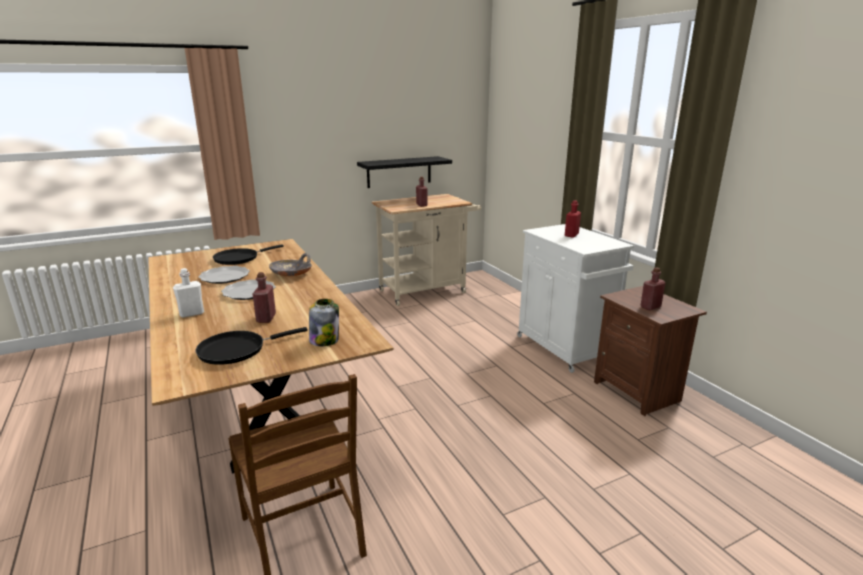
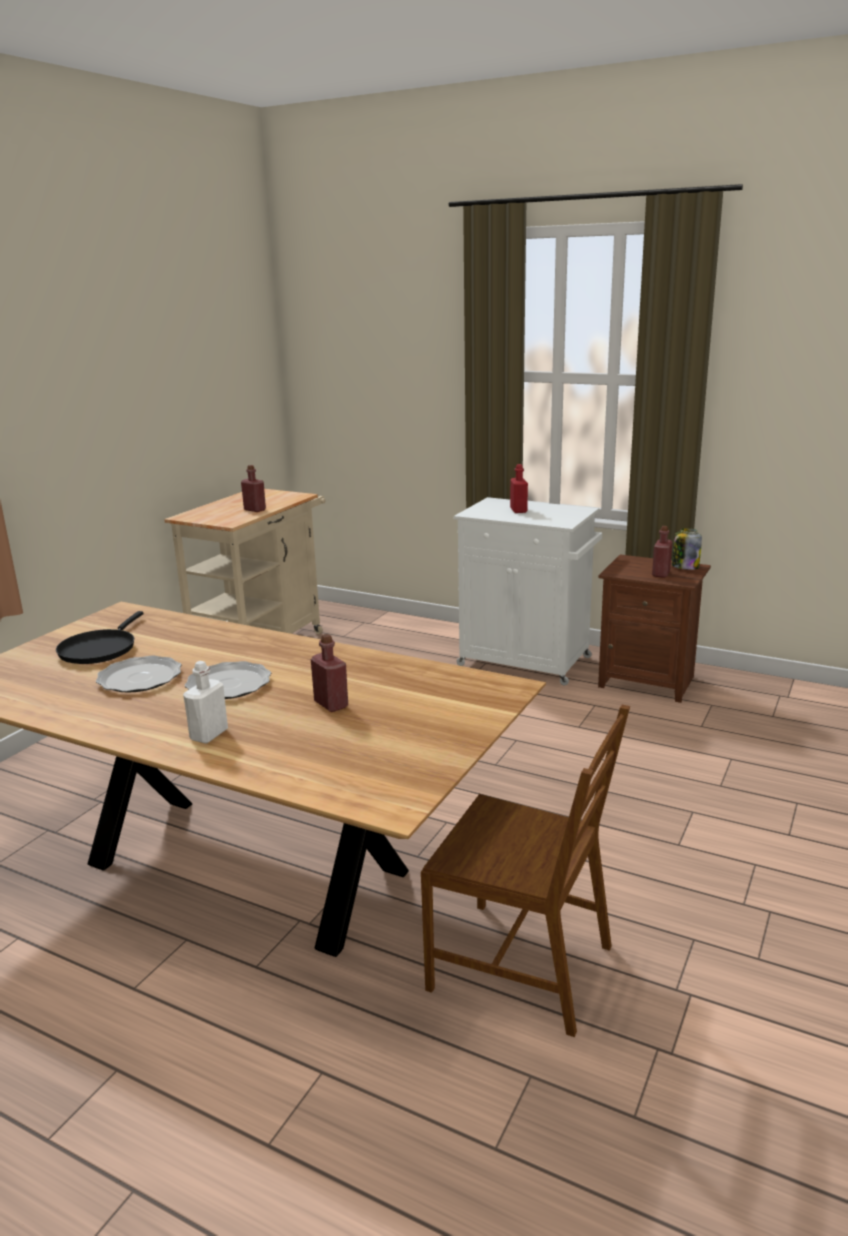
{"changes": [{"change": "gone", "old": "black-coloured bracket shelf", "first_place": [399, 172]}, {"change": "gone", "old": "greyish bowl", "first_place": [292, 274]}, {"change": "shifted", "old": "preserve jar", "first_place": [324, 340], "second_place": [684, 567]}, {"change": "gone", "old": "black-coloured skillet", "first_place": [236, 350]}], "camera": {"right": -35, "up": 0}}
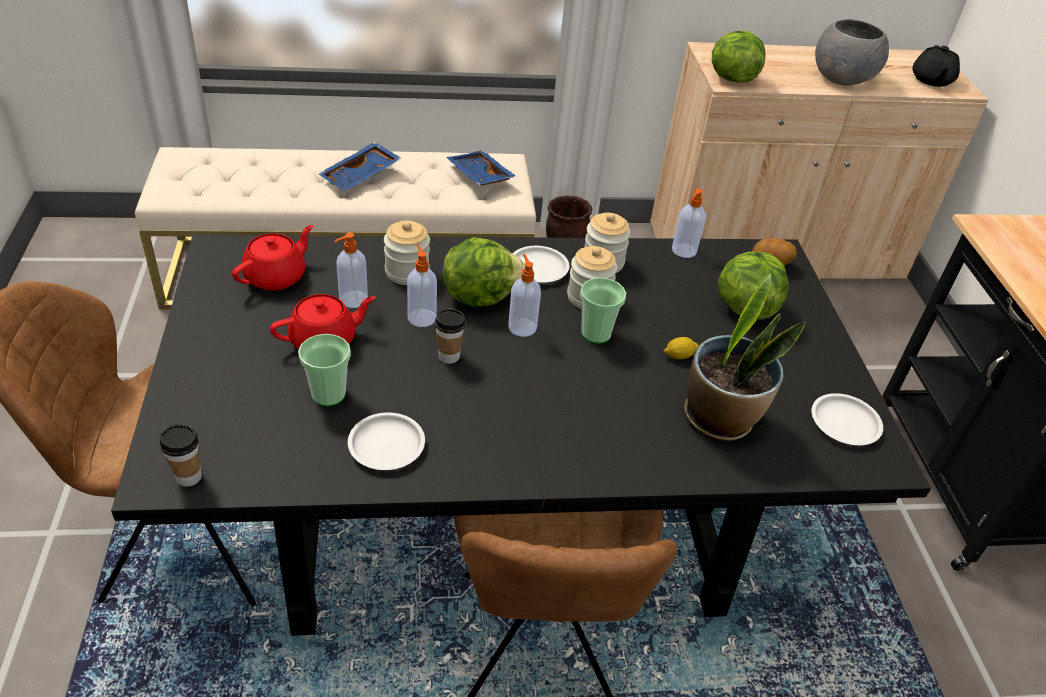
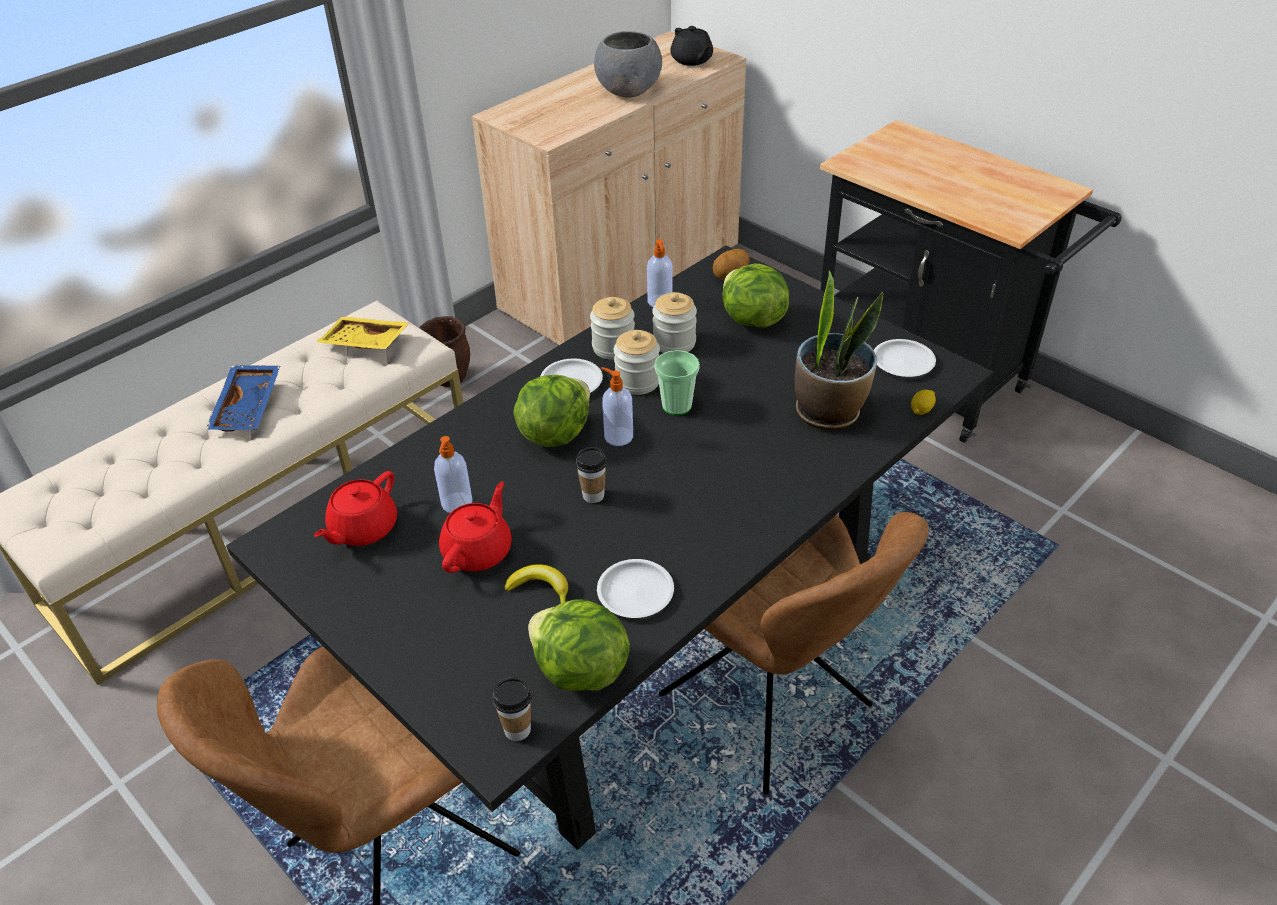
{"changes": [{"change": "shifted", "old": "lettuce", "first_place": [731, 78], "second_place": [580, 671]}, {"change": "repainted", "old": "blue serving tray", "new": "yellowish serving tray", "first_place": [478, 176], "second_place": [364, 343]}, {"change": "shifted", "old": "preserve jar", "first_place": [407, 272], "second_place": [674, 343]}, {"change": "rotated", "old": "reddish teapot", "first_place": [276, 277], "second_place": [362, 529], "degrees": -150}, {"change": "gone", "old": "liquid soap bottle", "first_place": [421, 317]}, {"change": "swapped", "old": "drinking cup", "new": "banana", "first_place": [328, 394], "second_place": [540, 589]}, {"change": "shifted", "old": "citrus fruit", "first_place": [679, 356], "second_place": [921, 410]}], "camera": {"right": -35, "up": 0}}
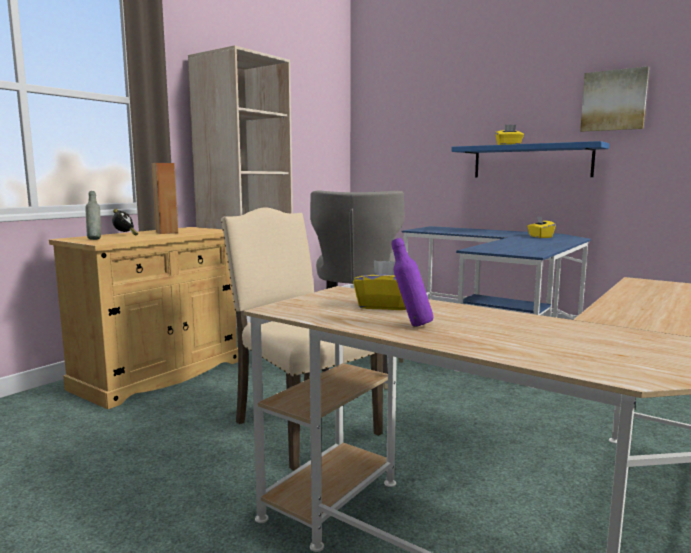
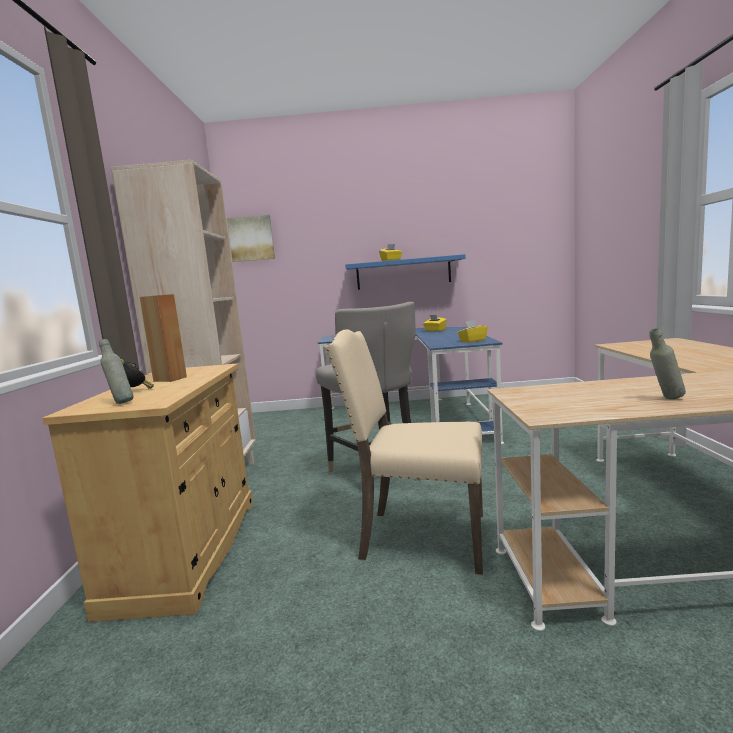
{"changes": [{"change": "shifted", "old": "wall picture", "first_place": [614, 100], "second_place": [251, 238]}, {"change": "repainted", "old": "purplish drink bottle", "new": "greyish drink bottle", "first_place": [411, 325], "second_place": [665, 399]}, {"change": "shifted", "old": "yellowish box of tissues", "first_place": [384, 306], "second_place": [472, 341]}], "camera": {"right": -35, "up": 0}}
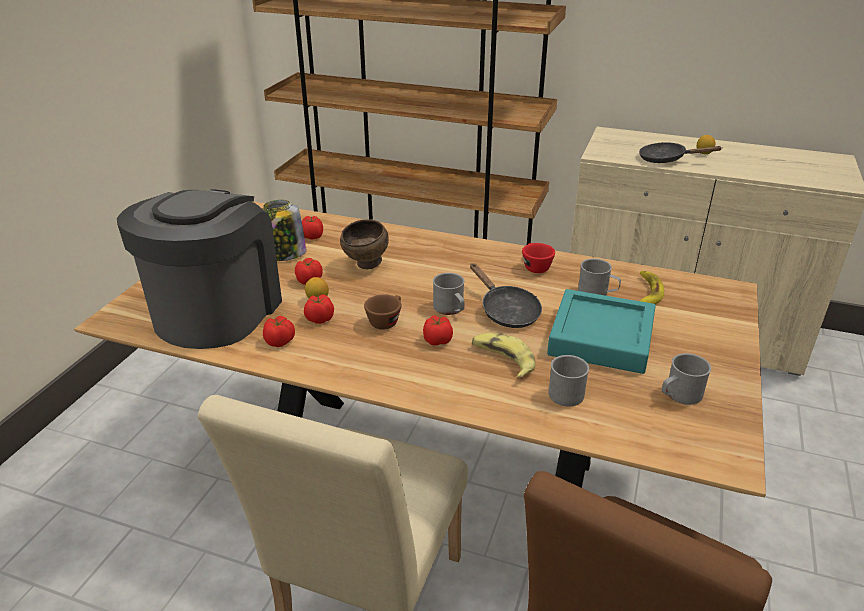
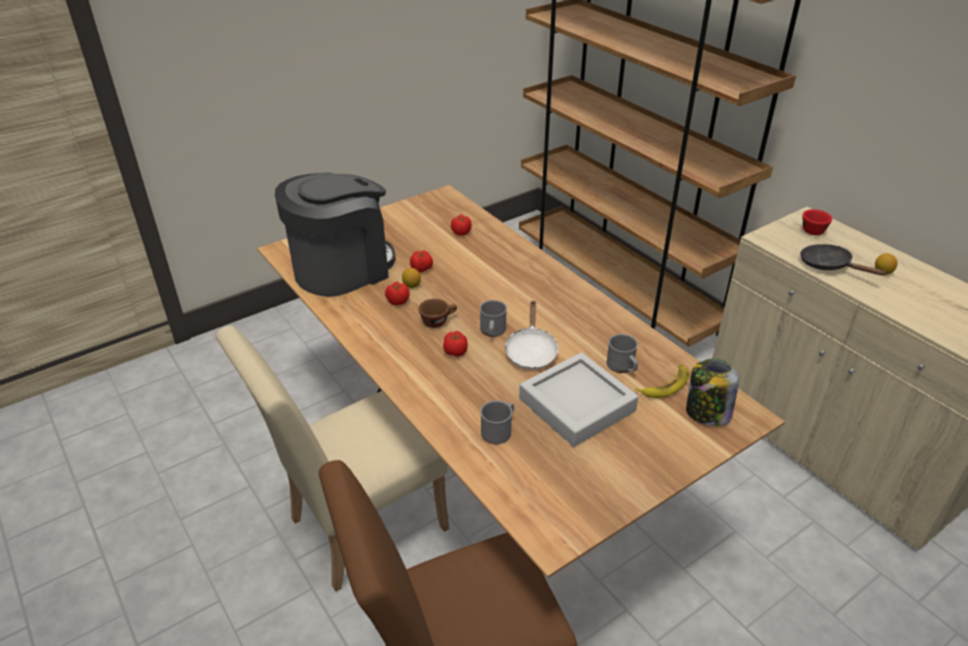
{"changes": [{"change": "shifted", "old": "preserve jar", "first_place": [284, 254], "second_place": [707, 413]}, {"change": "gone", "old": "brown-coloured bowl", "first_place": [366, 265]}, {"change": "shifted", "old": "reddish drinking cup", "first_place": [535, 266], "second_place": [812, 229]}, {"change": "repainted", "old": "black-coloured skillet", "new": "whitish skillet", "first_place": [506, 311], "second_place": [531, 351]}, {"change": "repainted", "old": "blue-green serving tray", "new": "greyish serving tray", "first_place": [601, 338], "second_place": [577, 404]}, {"change": "gone", "old": "fresh tomato", "first_place": [280, 341]}, {"change": "gone", "old": "banana", "first_place": [502, 360]}, {"change": "gone", "old": "greyish tea mug", "first_place": [679, 395]}], "camera": {"right": 35, "up": 5}}
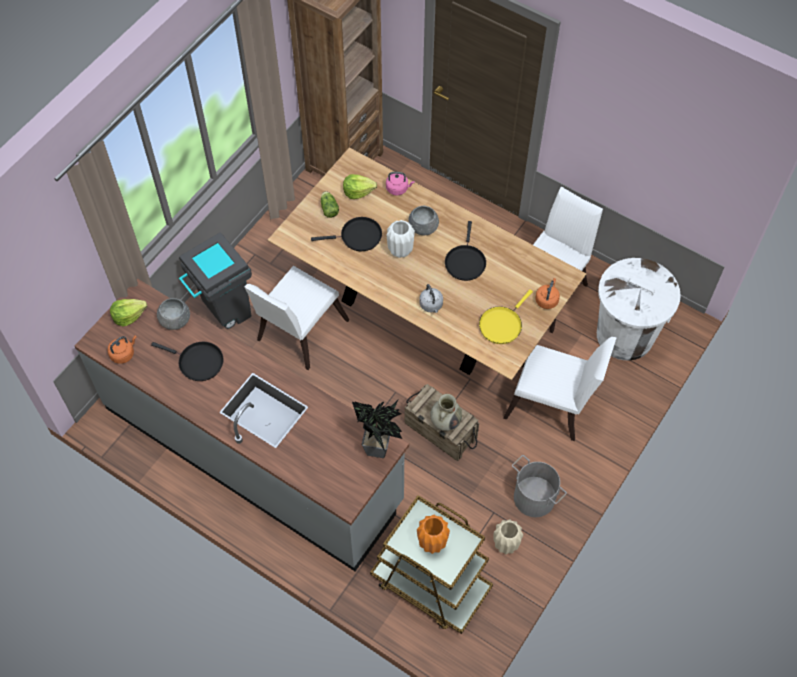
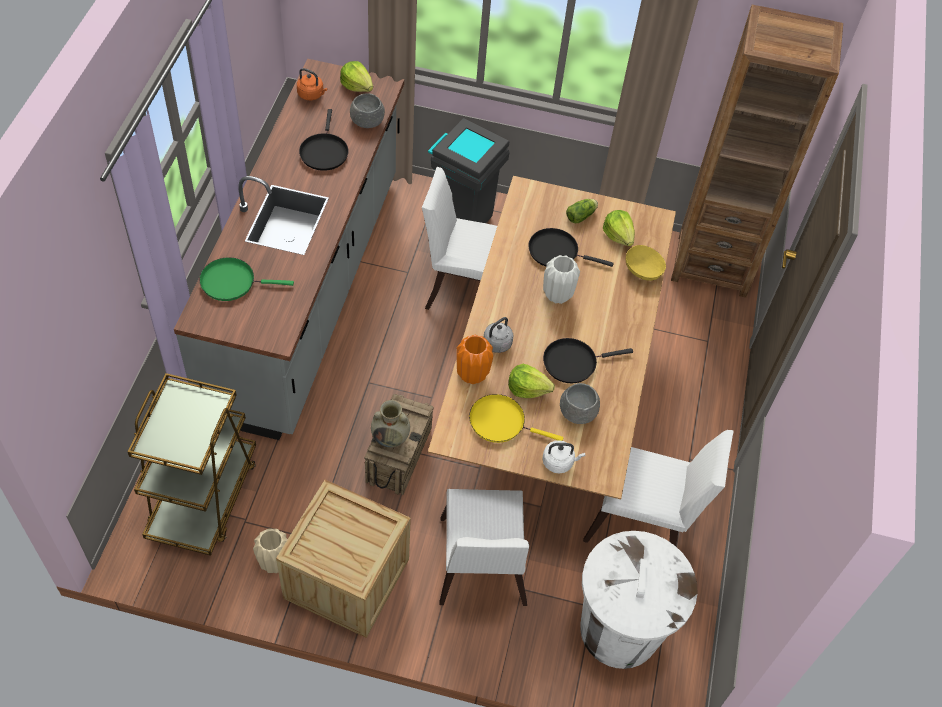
{"changes": [{"change": "swapped", "old": "pink-coloured tea kettle", "new": "yellowish bowl", "first_place": [398, 188], "second_place": [643, 271]}, {"change": "shifted", "old": "greyish bowl", "first_place": [423, 227], "second_place": [577, 412]}, {"change": "rotated", "old": "black-coloured skillet", "first_place": [358, 236], "second_place": [556, 251], "degrees": 135}, {"change": "repainted", "old": "orange-coloured tea kettle", "new": "whitish tea kettle", "first_place": [547, 299], "second_place": [559, 462]}, {"change": "gone", "old": "plant in a pot", "first_place": [380, 451]}, {"change": "swapped", "old": "greyish water bucket", "new": "shipping crate", "first_place": [534, 497], "second_place": [346, 578]}, {"change": "shifted", "old": "orange-coloured vase", "first_place": [432, 543], "second_place": [472, 375]}, {"change": "new", "new": "green skillet", "second_place": [232, 282]}, {"change": "new", "new": "lettuce", "second_place": [527, 388]}], "camera": {"right": 65, "up": -5}}
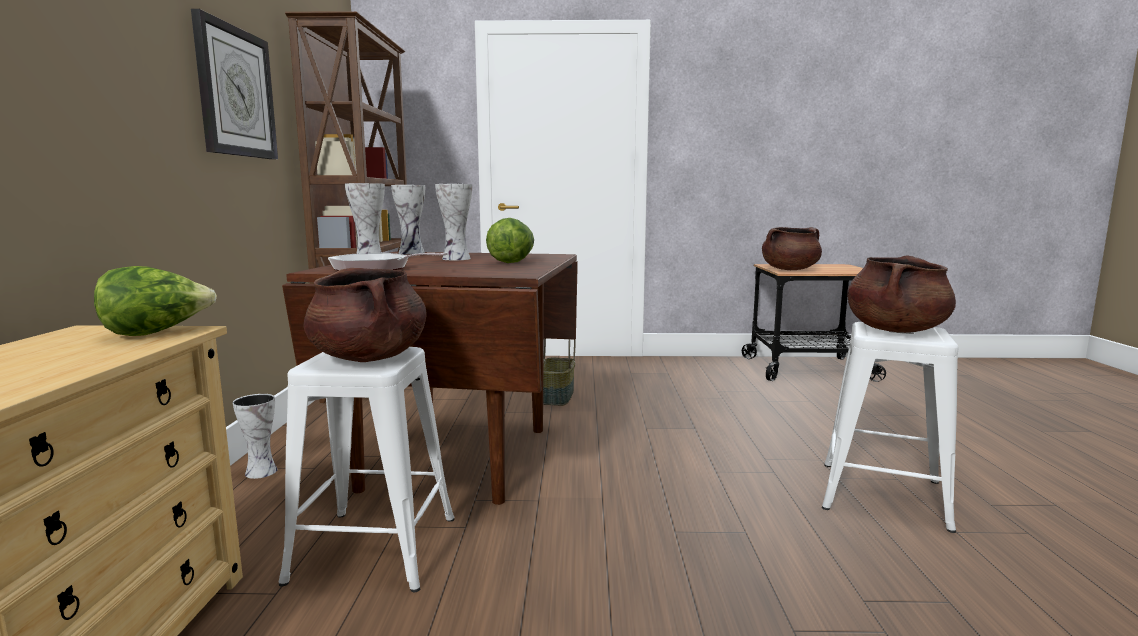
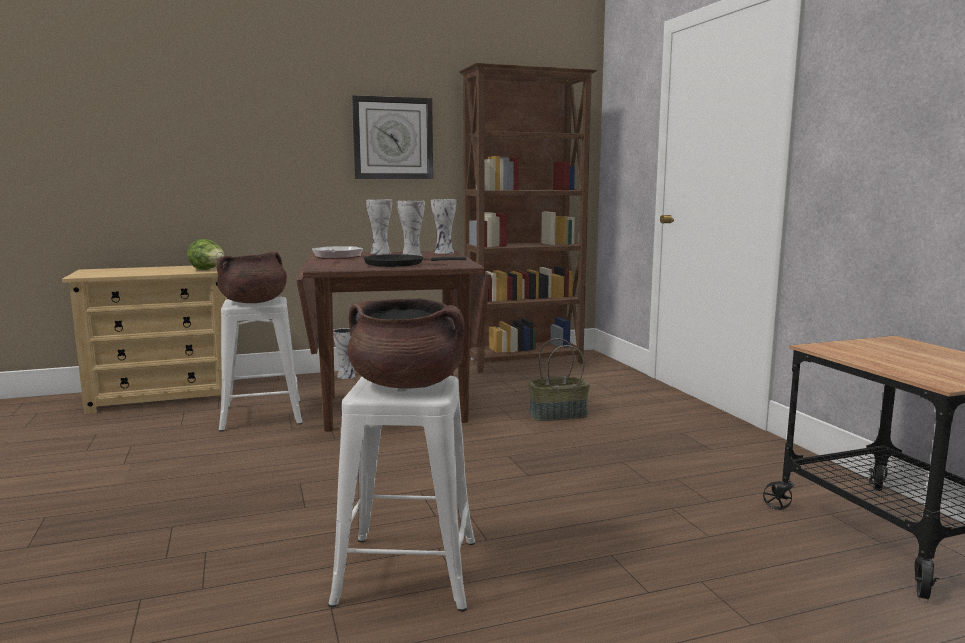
{"changes": [{"change": "swapped", "old": "lettuce", "new": "black-coloured skillet", "first_place": [512, 262], "second_place": [398, 264]}, {"change": "gone", "old": "brown-coloured saucepot", "first_place": [790, 269]}], "camera": {"right": 70, "up": 0}}
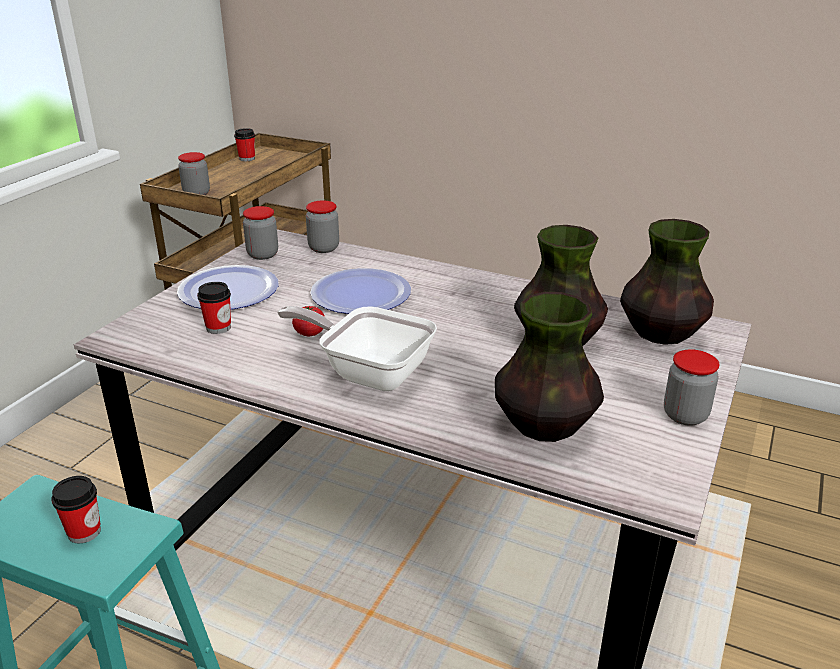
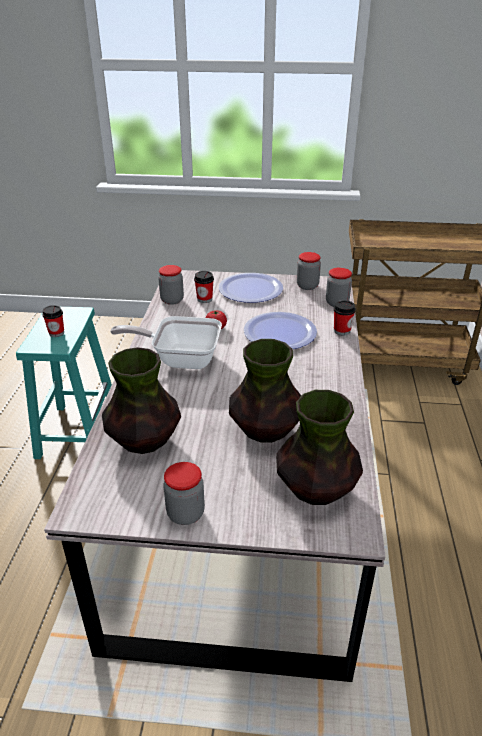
{"changes": [{"change": "shifted", "old": "drinking cup", "first_place": [247, 158], "second_place": [342, 331]}, {"change": "shifted", "old": "preserve jar", "first_place": [196, 194], "second_place": [172, 300]}, {"change": "rotated", "old": "skillet", "first_place": [369, 372], "second_place": [180, 359], "degrees": -90}], "camera": {"right": 70, "up": 5}}
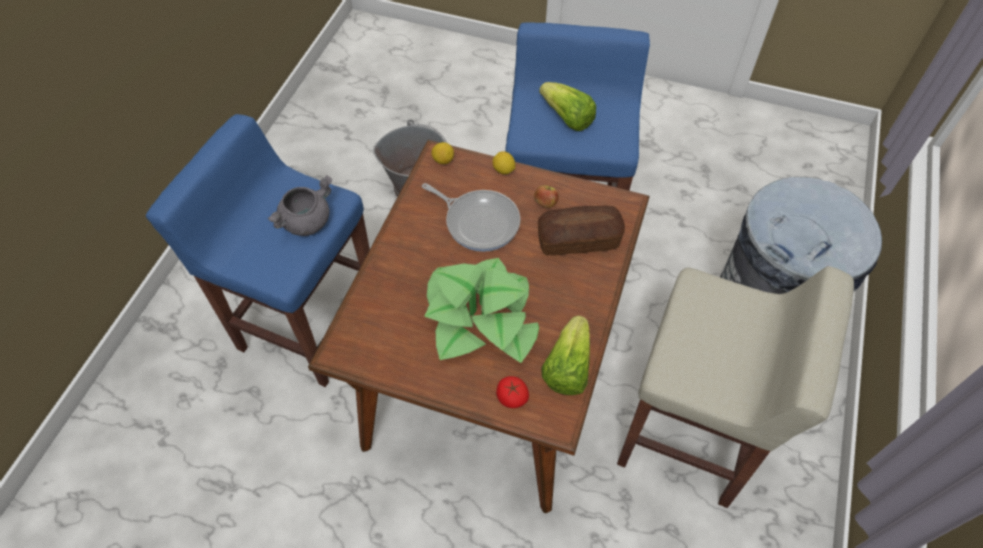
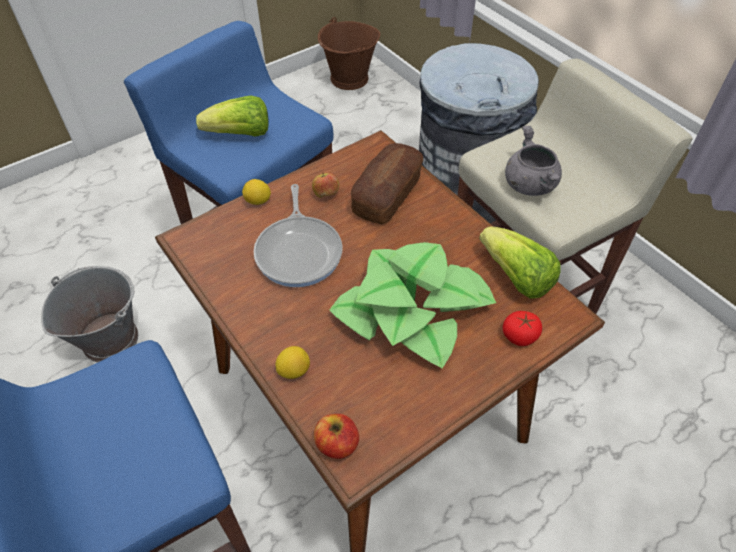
{"changes": [{"change": "shifted", "old": "citrus fruit", "first_place": [443, 160], "second_place": [294, 370]}, {"change": "shifted", "old": "greyish saucepot", "first_place": [306, 222], "second_place": [529, 184]}, {"change": "rotated", "old": "skillet", "first_place": [479, 221], "second_place": [299, 251], "degrees": 105}, {"change": "new", "new": "brown-coloured water bucket", "second_place": [349, 79]}, {"change": "new", "new": "whole apple", "second_place": [337, 444]}], "camera": {"right": -55, "up": -5}}
